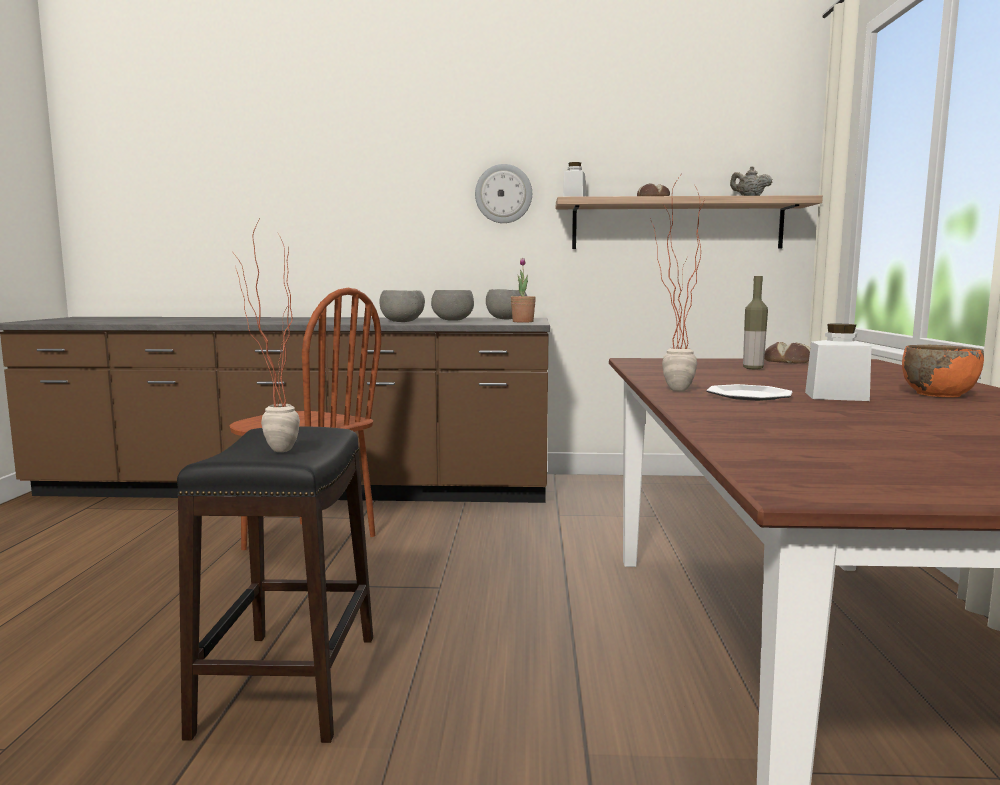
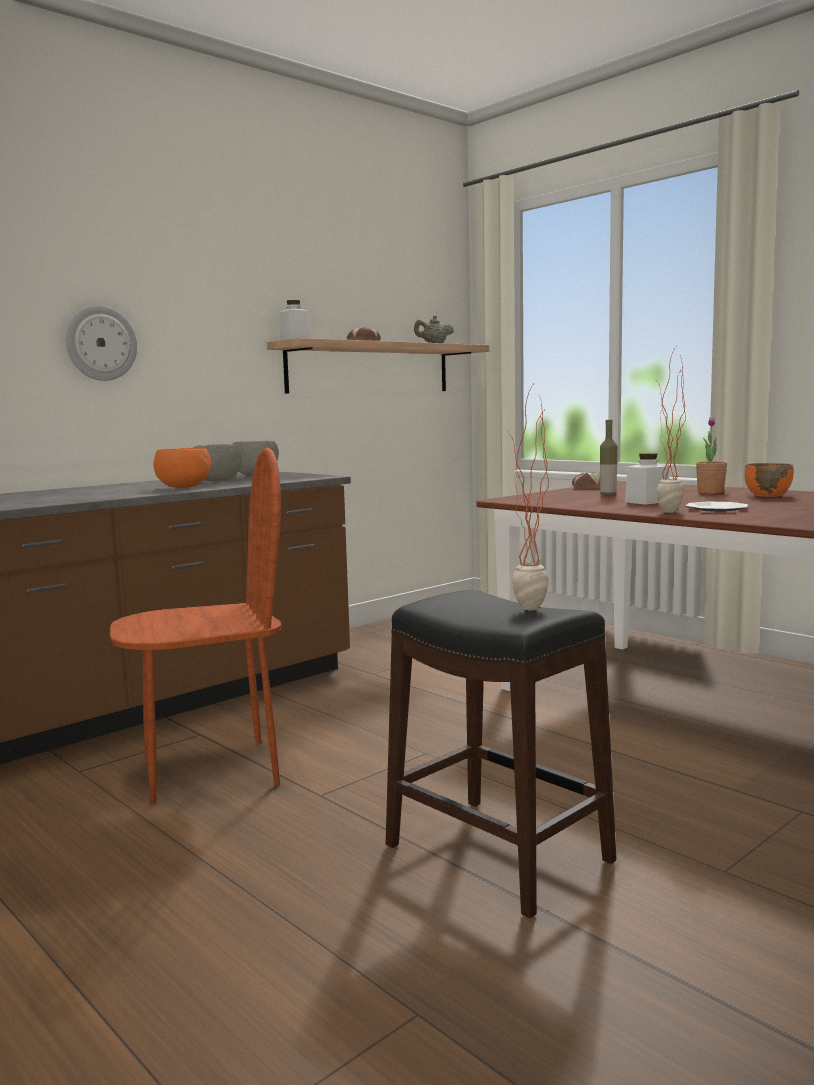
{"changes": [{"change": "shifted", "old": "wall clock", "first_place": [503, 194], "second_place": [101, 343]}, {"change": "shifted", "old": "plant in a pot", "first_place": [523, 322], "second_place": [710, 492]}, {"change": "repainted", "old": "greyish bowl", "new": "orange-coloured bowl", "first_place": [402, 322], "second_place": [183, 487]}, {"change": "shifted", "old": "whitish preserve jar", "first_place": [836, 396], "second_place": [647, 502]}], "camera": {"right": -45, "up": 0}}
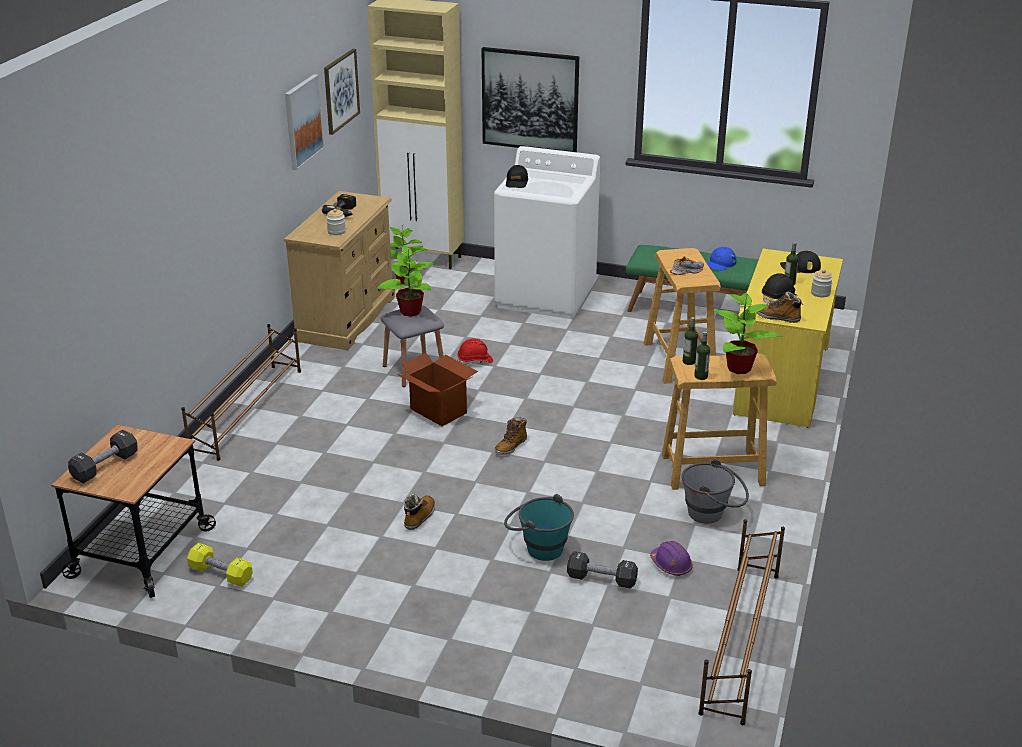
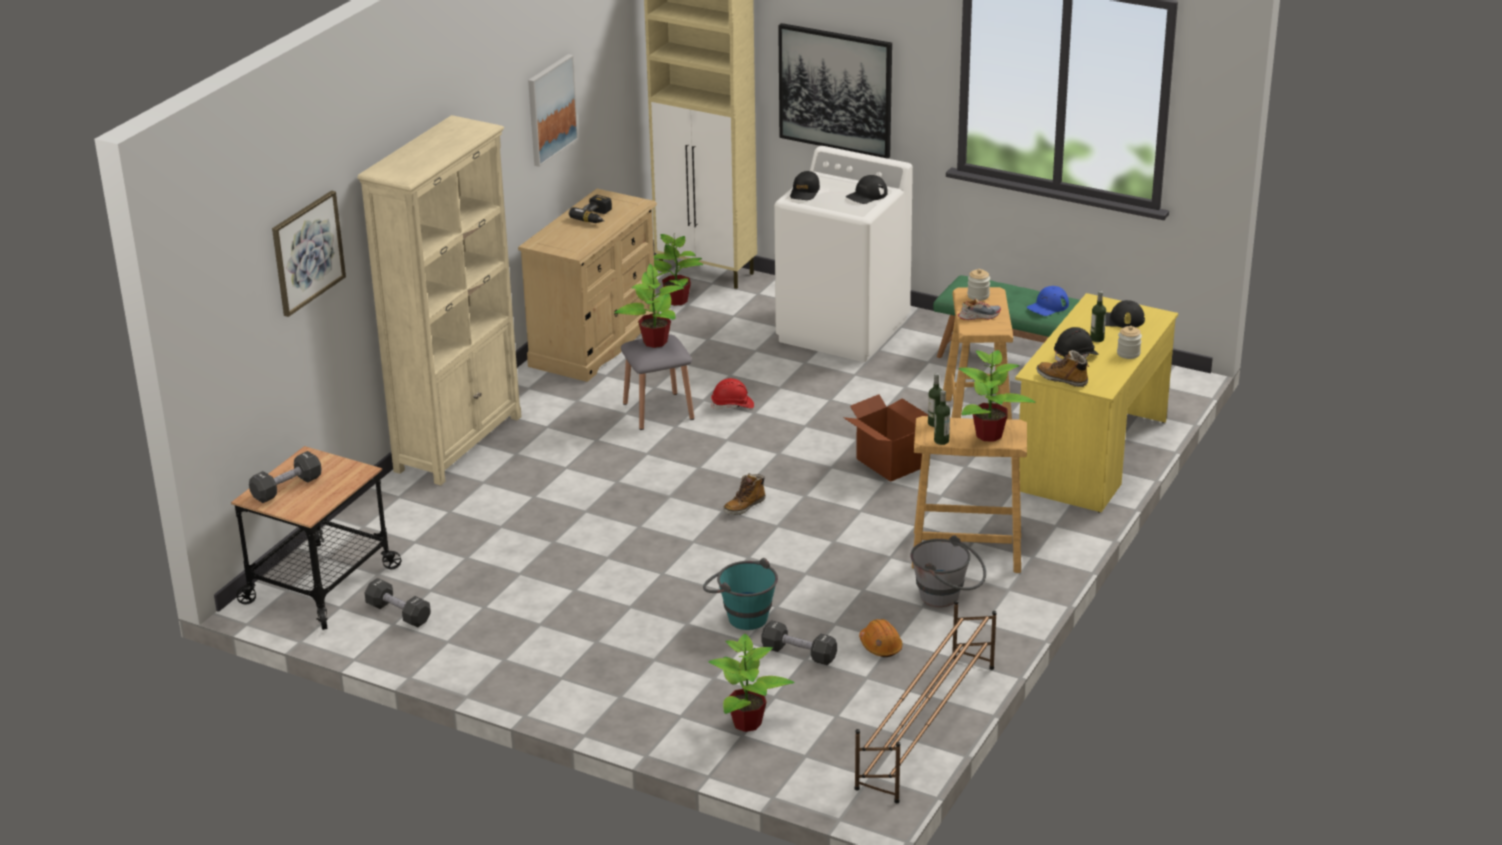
{"changes": [{"change": "shifted", "old": "wall picture", "first_place": [340, 91], "second_place": [307, 252]}, {"change": "shifted", "old": "preserve jar", "first_place": [336, 231], "second_place": [978, 296]}, {"change": "swapped", "old": "brown-coloured shoe stand", "new": "beige bookcase", "first_place": [248, 410], "second_place": [459, 443]}, {"change": "shifted", "old": "packing box", "first_place": [439, 410], "second_place": [889, 463]}, {"change": "gone", "old": "high-top boot", "first_place": [419, 517]}, {"change": "repainted", "old": "purplish safety helmet", "new": "orange-coloured safety helmet", "first_place": [671, 565], "second_place": [880, 646]}, {"change": "repainted", "old": "yellowish free weight", "new": "black-coloured free weight", "first_place": [221, 574], "second_place": [398, 613]}, {"change": "new", "new": "black-coloured peaked cap", "second_place": [866, 195]}, {"change": "new", "new": "plant in a pot", "second_place": [747, 723]}], "camera": {"right": 10, "up": 0}}
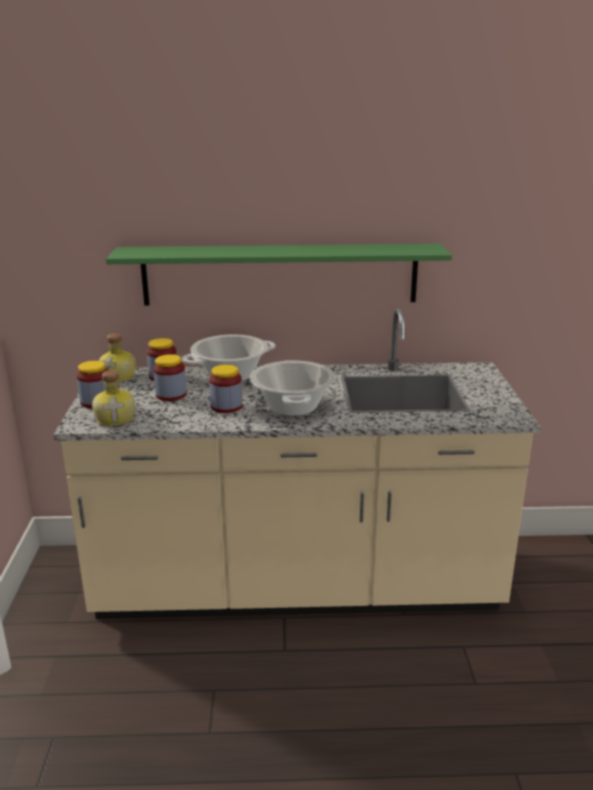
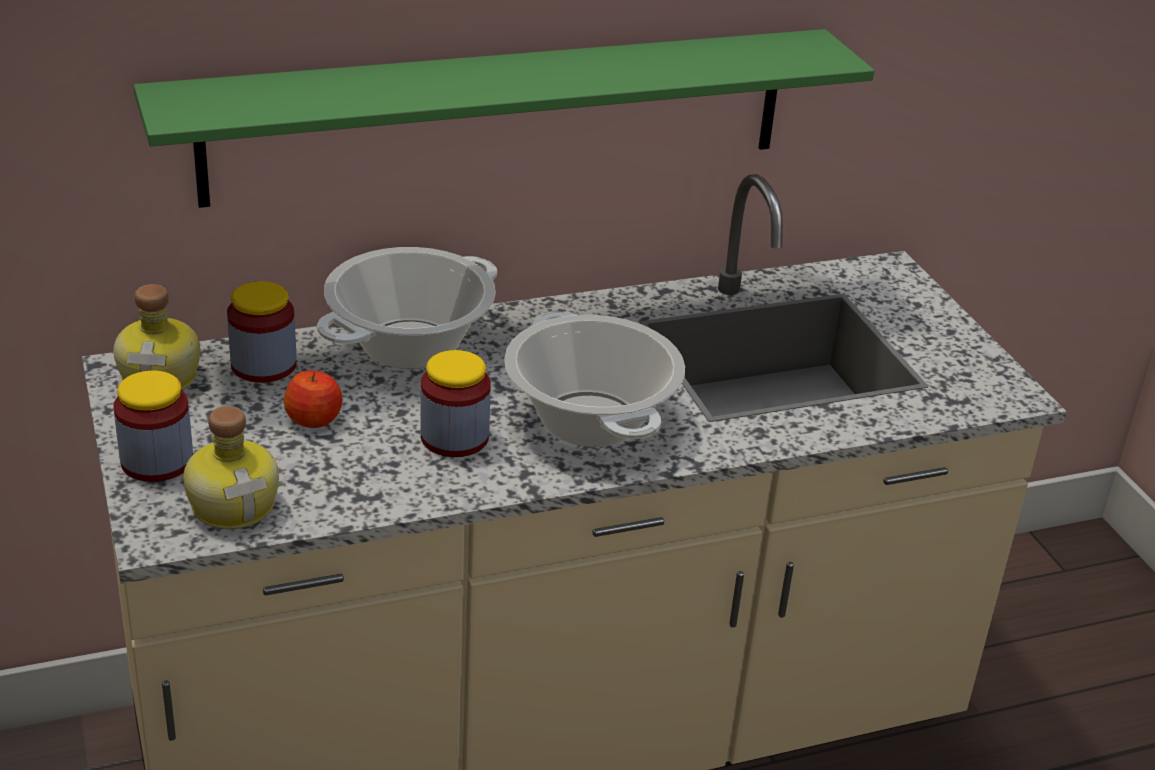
{"changes": [{"change": "swapped", "old": "preserve jar", "new": "whole apple", "first_place": [171, 395], "second_place": [314, 419]}], "camera": {"right": -20, "up": 10}}
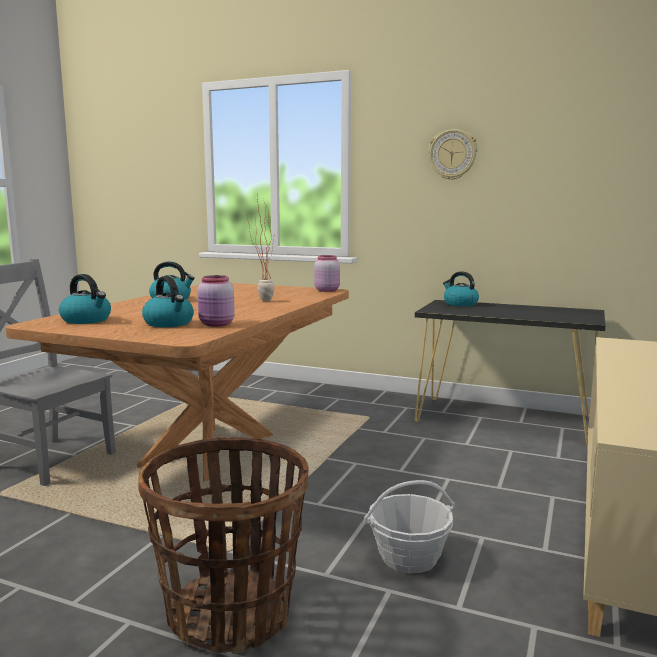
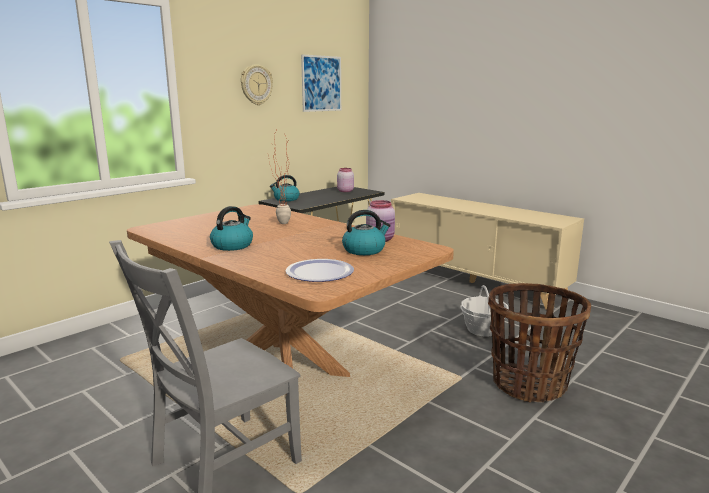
{"changes": [{"change": "shifted", "old": "pink-coloured preserve jar", "first_place": [327, 290], "second_place": [345, 191]}, {"change": "swapped", "old": "tea kettle", "new": "plate", "first_place": [87, 320], "second_place": [319, 272]}, {"change": "new", "new": "wall picture", "second_place": [321, 83]}], "camera": {"right": -70, "up": 5}}
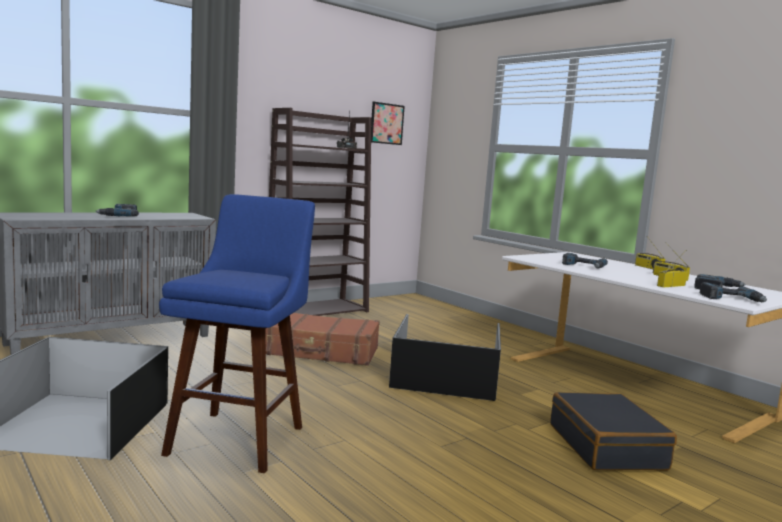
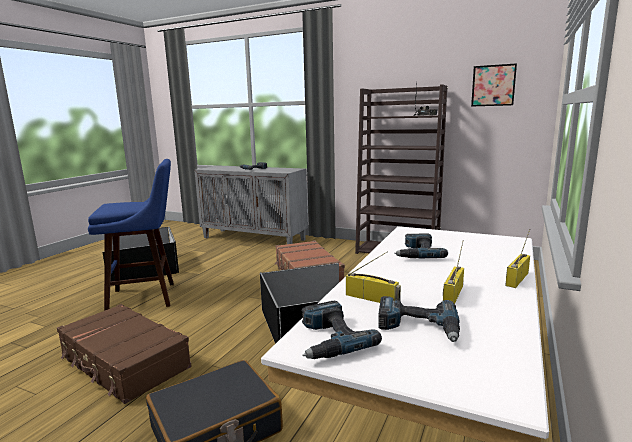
{"changes": [{"change": "new", "new": "brown-coloured travel case", "second_place": [124, 363]}], "camera": {"right": 65, "up": 5}}
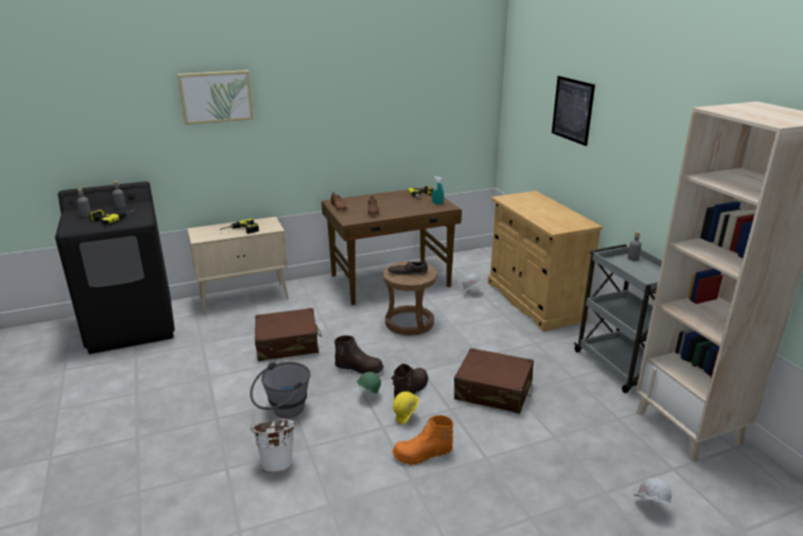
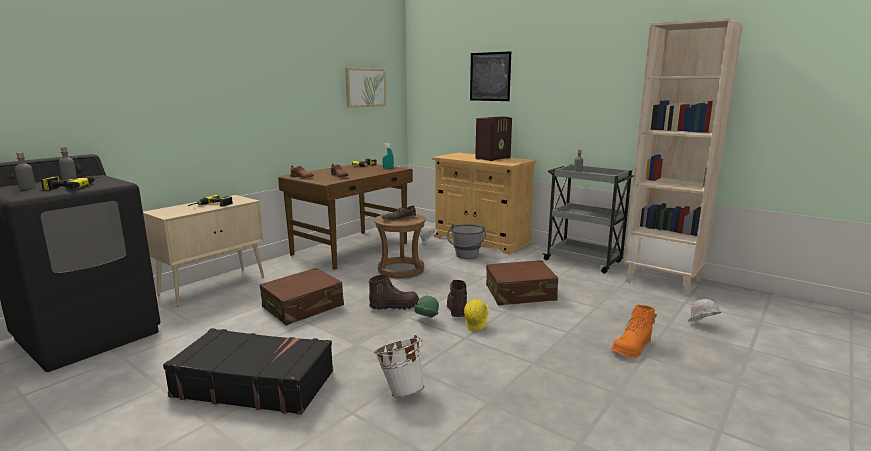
{"changes": [{"change": "shifted", "old": "wall picture", "first_place": [216, 97], "second_place": [365, 87]}, {"change": "shifted", "old": "greyish water bucket", "first_place": [283, 411], "second_place": [466, 257]}, {"change": "shifted", "old": "orange-coloured high-top boot", "first_place": [423, 455], "second_place": [632, 348]}, {"change": "new", "new": "radio", "second_place": [494, 158]}, {"change": "new", "new": "black-coloured travel case", "second_place": [254, 383]}], "camera": {"right": -30, "up": -10}}
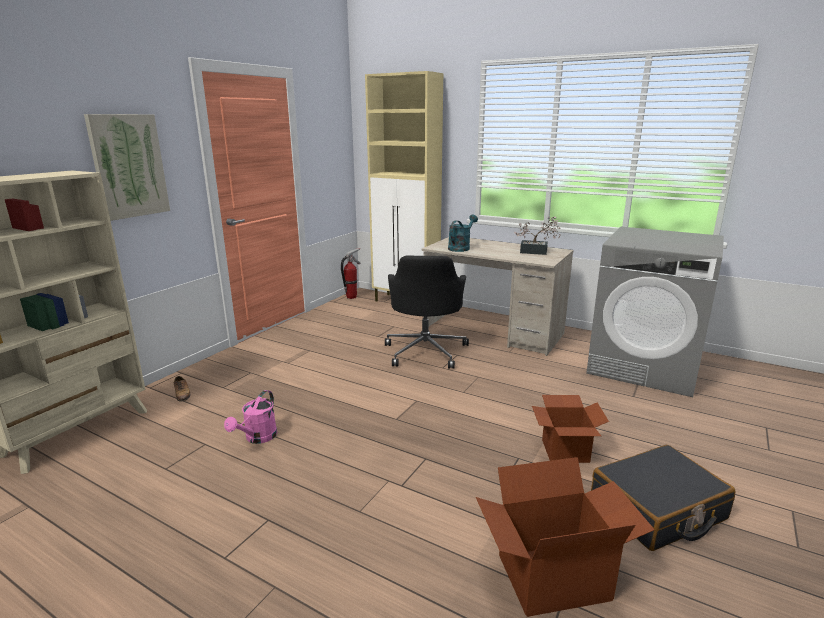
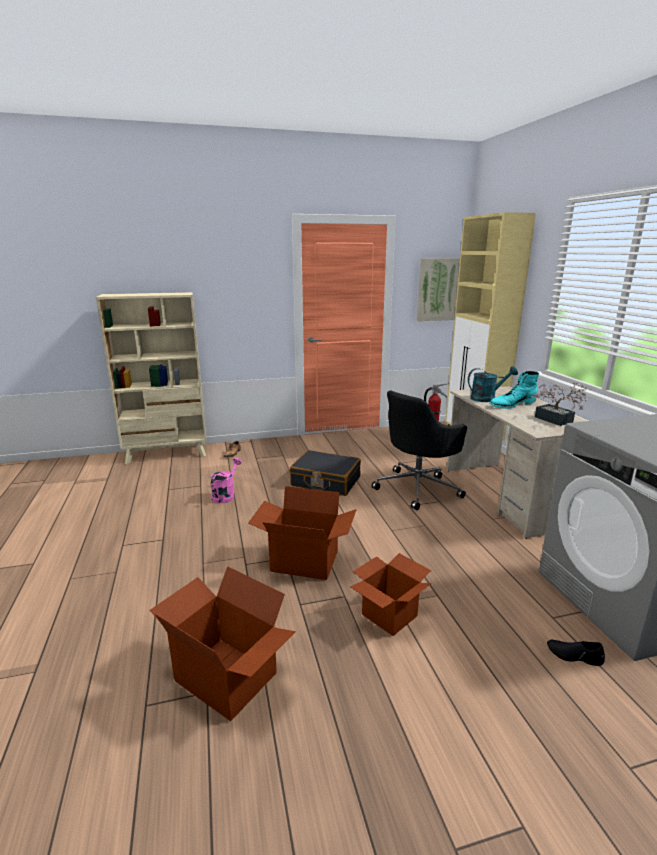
{"changes": [{"change": "shifted", "old": "wall picture", "first_place": [128, 166], "second_place": [437, 289]}, {"change": "rotated", "old": "pink-coloured watering pot", "first_place": [257, 438], "second_place": [225, 495], "degrees": 135}, {"change": "shifted", "old": "black-coloured travel case", "first_place": [657, 509], "second_place": [325, 482]}, {"change": "new", "new": "blue-green high-top boot", "second_place": [511, 404]}, {"change": "new", "new": "packing box", "second_place": [304, 562]}, {"change": "new", "new": "black-coloured shoe", "second_place": [574, 655]}], "camera": {"right": 45, "up": 0}}
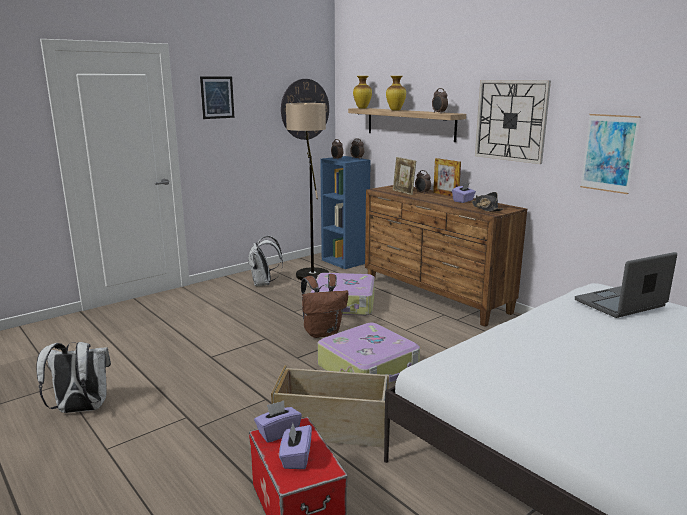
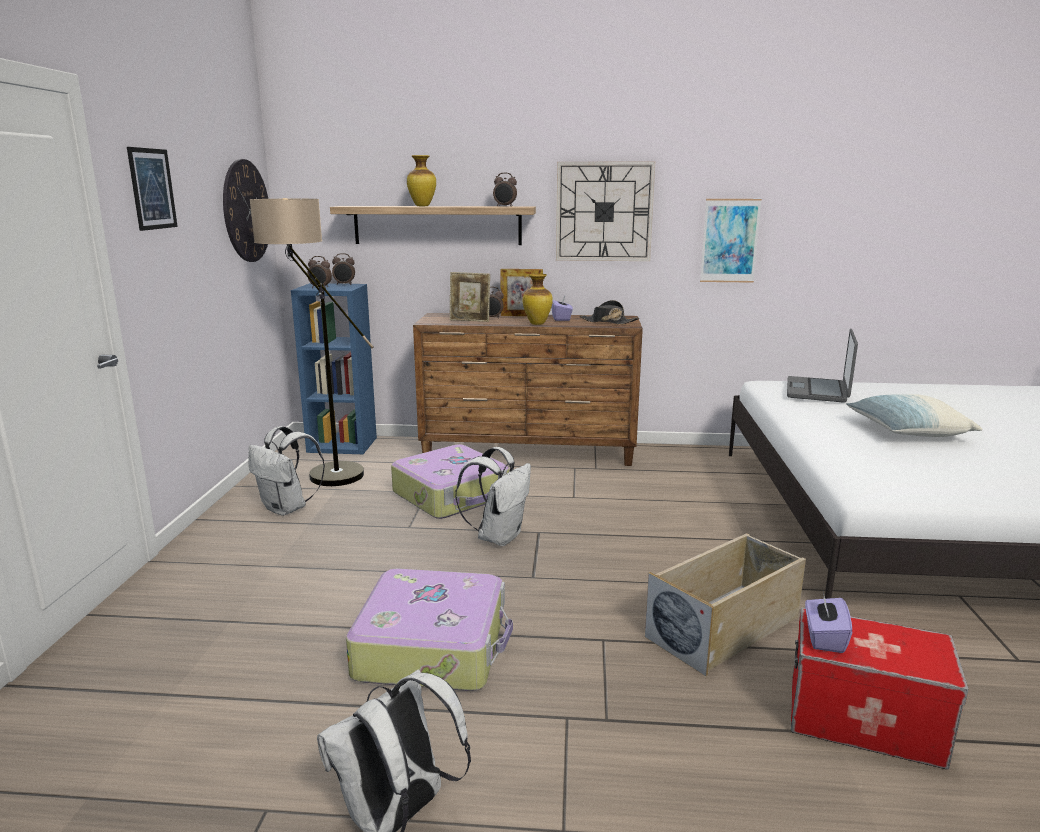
{"changes": [{"change": "shifted", "old": "vase", "first_place": [362, 108], "second_place": [537, 324]}, {"change": "repainted", "old": "brown-coloured backpack", "new": "whitish backpack", "first_place": [322, 332], "second_place": [498, 536]}, {"change": "shifted", "old": "travel case", "first_place": [369, 369], "second_place": [433, 646]}, {"change": "gone", "old": "purplish box of tissues", "first_place": [296, 458]}, {"change": "new", "new": "pillow", "second_place": [907, 432]}], "camera": {"right": -45, "up": 0}}
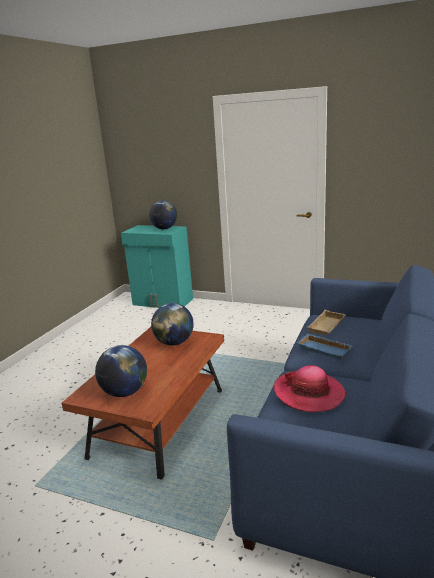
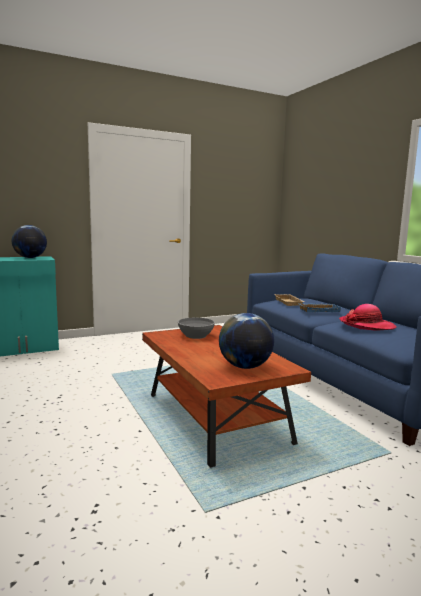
{"changes": [{"change": "swapped", "old": "world globe", "new": "greyish bowl", "first_place": [174, 343], "second_place": [196, 336]}], "camera": {"right": -50, "up": -10}}
